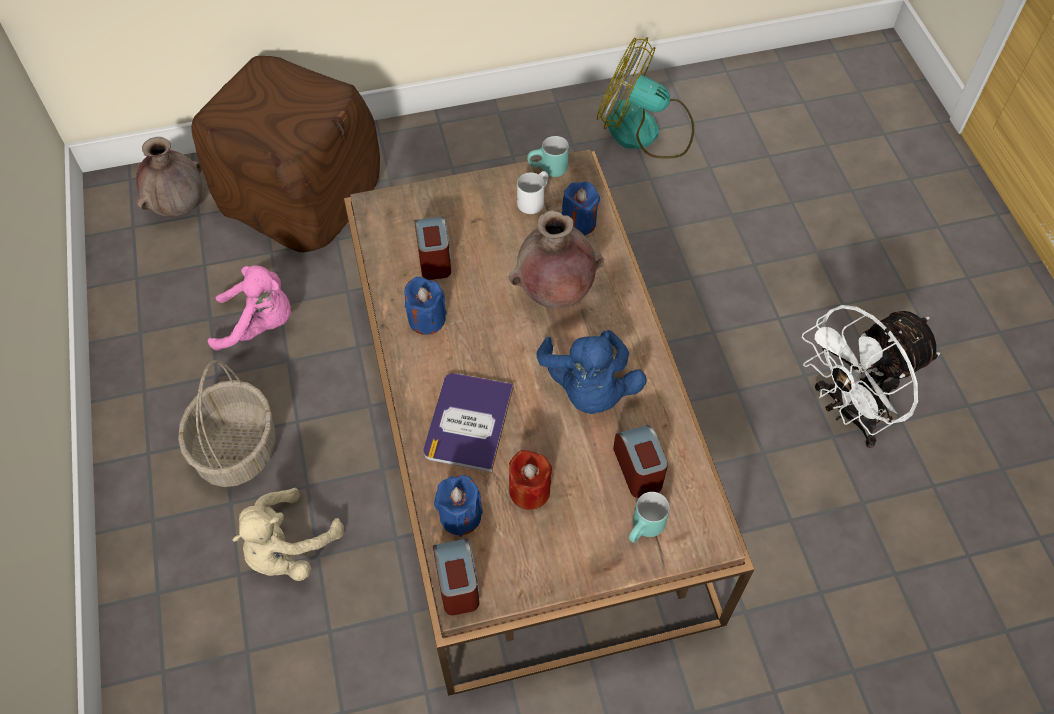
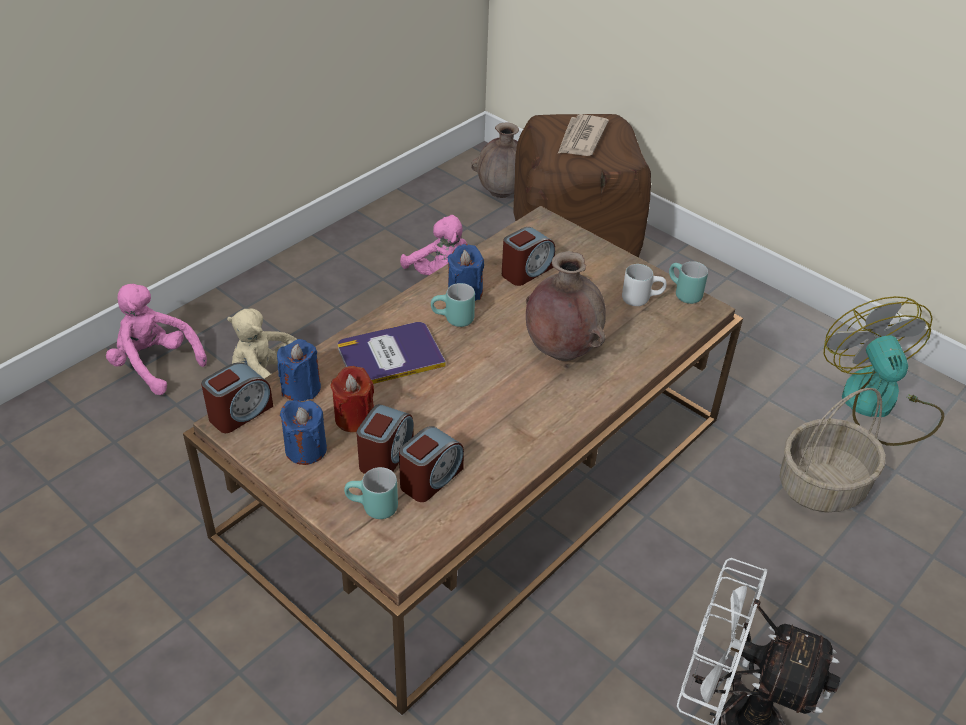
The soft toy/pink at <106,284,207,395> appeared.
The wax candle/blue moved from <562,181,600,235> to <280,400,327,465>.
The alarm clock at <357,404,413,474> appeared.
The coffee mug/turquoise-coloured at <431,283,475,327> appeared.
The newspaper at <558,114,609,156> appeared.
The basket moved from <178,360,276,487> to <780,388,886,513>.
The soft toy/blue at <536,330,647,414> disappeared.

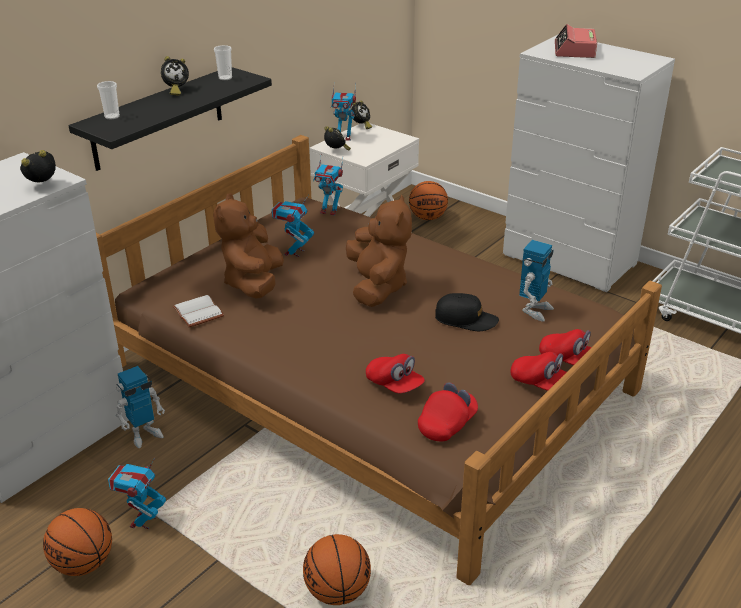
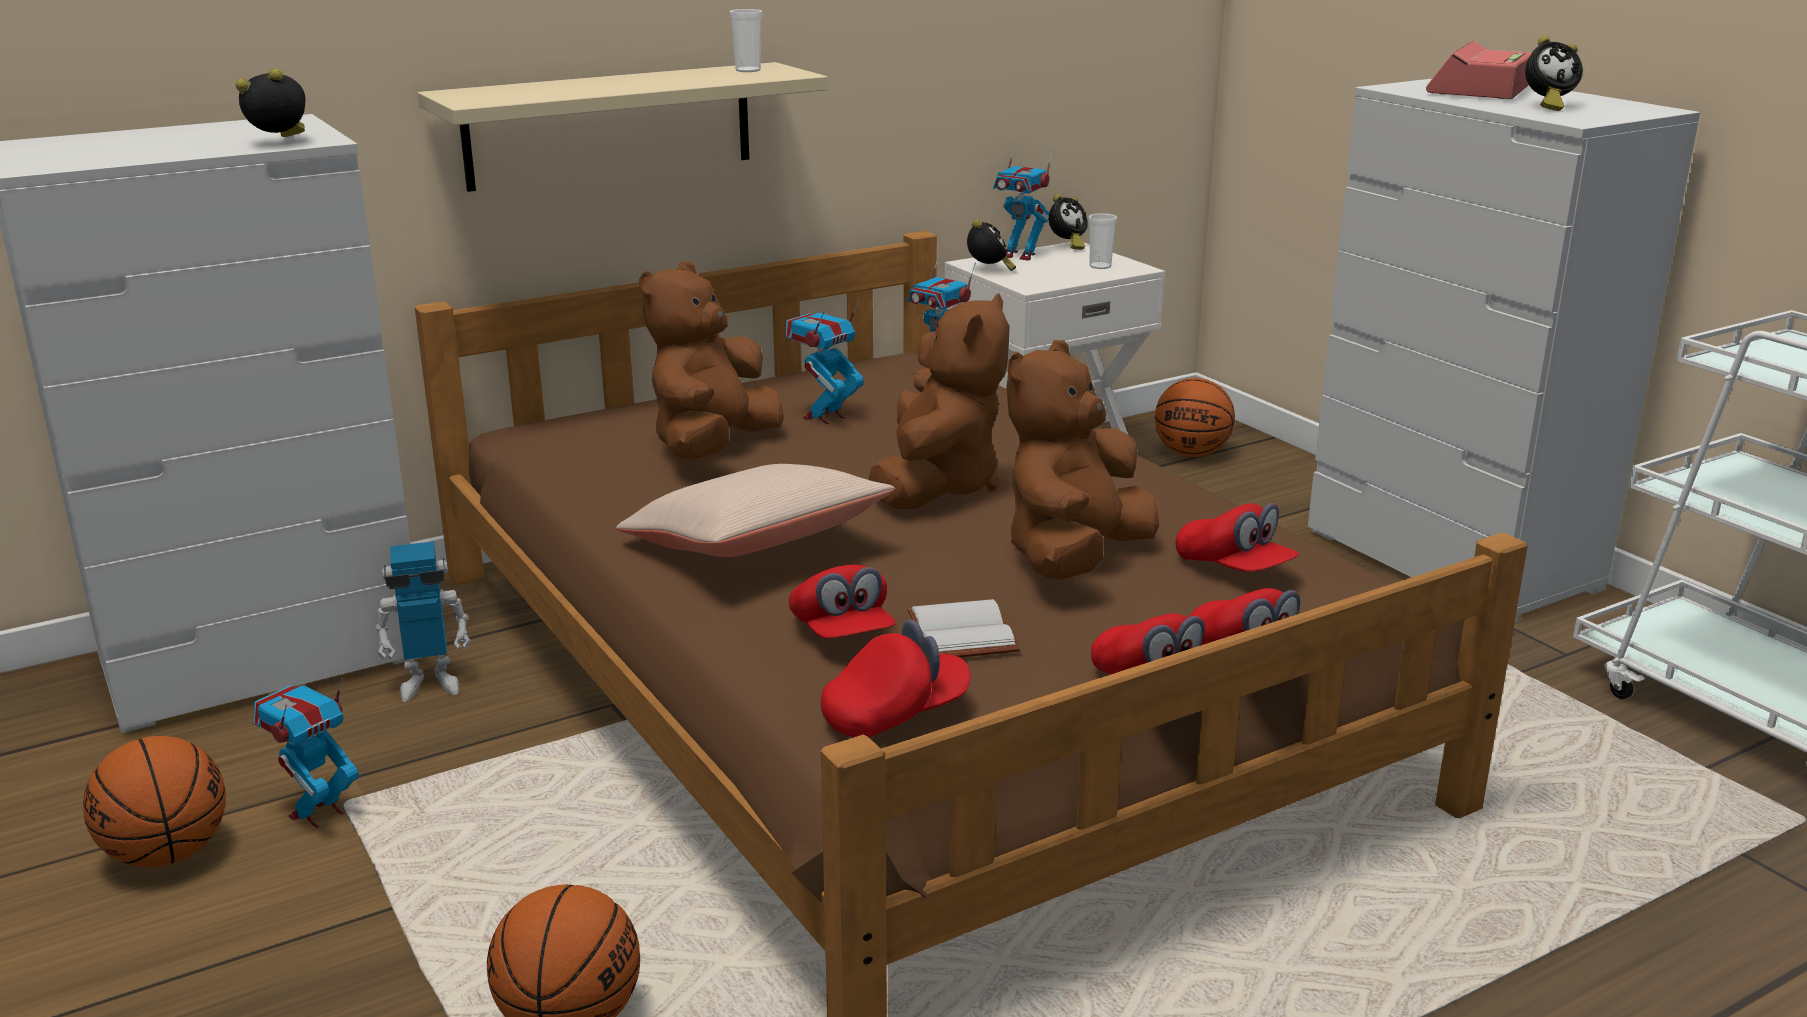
The bracket shelf/black at <69,67,272,171> became the bracket shelf/beige-coloured at <417,62,828,192>.
The cushion/beige-coloured at <616,464,895,557> appeared.
The book/white-coloured moved from <173,295,224,327> to <908,599,1020,657>.
The baseball cap/black at <435,293,499,331> was replaced by the soft toy/brown at <1006,340,1159,580>.
The drinking cup moved from <97,81,120,119> to <1088,213,1117,269>.
The toy robot at <519,240,554,322> was replaced by the baseball cap/red-coloured at <1175,503,1299,572>.
The alarm clock moved from <161,56,189,96> to <1525,36,1583,111>.

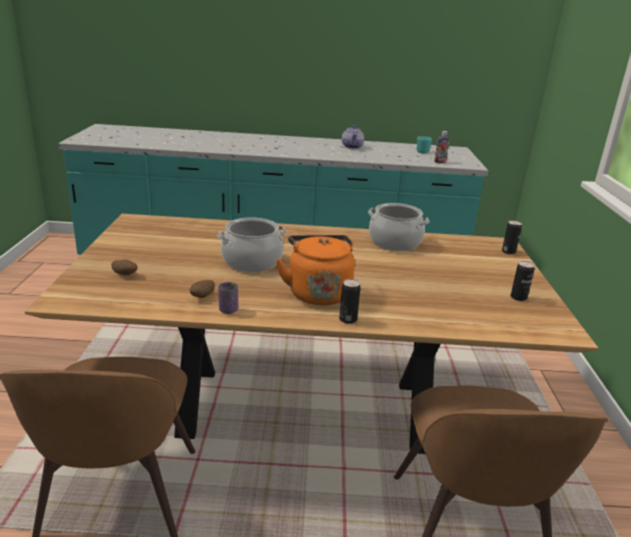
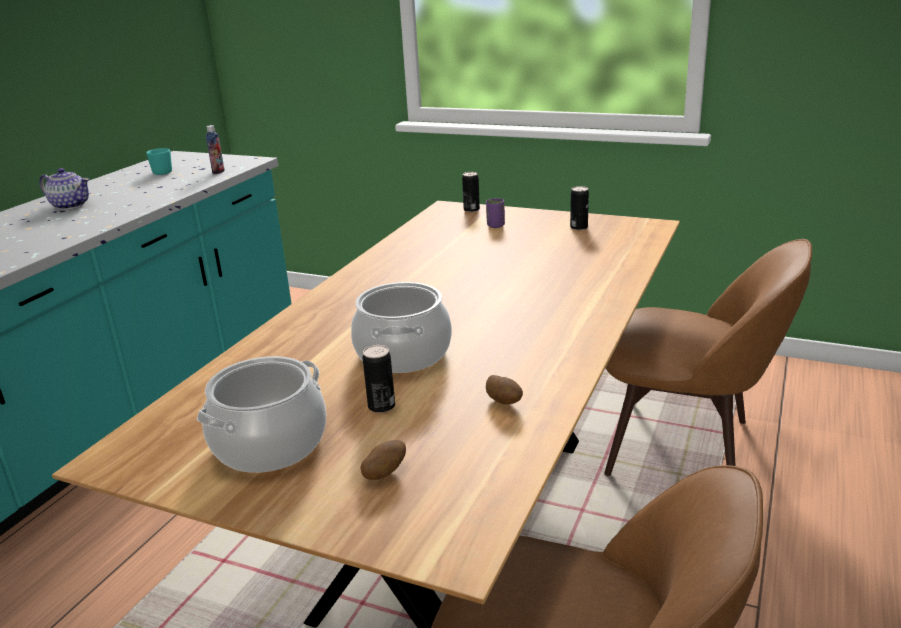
The stockpot moved from <368,203,430,251> to <197,356,326,473>.
The metal can moved from <339,279,361,324> to <362,345,395,413>.
The drinking cup/purple-coloured moved from <218,282,238,314> to <486,198,505,228>.
The water kettle/orange at <276,235,355,305> disappeared.

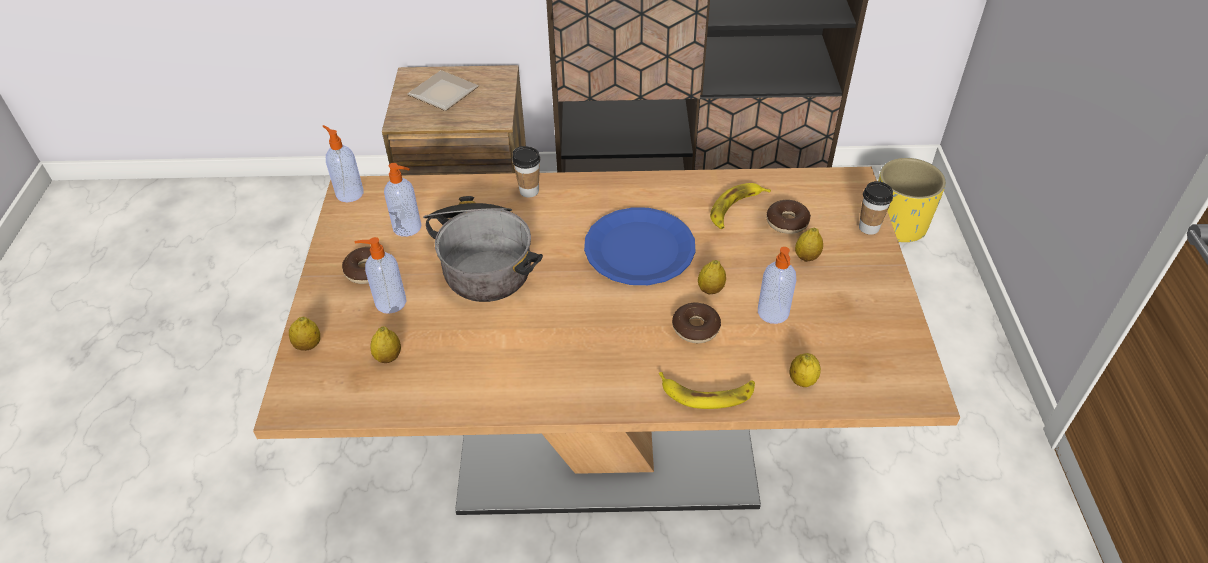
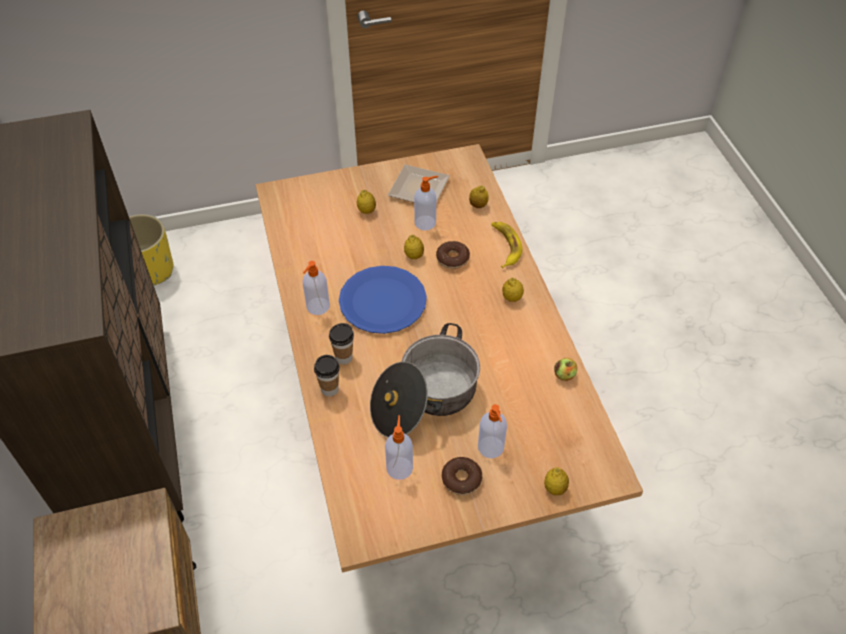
The liquid soap bottle moved from <323,125,364,202> to <303,261,330,315>.
The drinking cup moved from <859,181,893,235> to <329,323,354,364>.
The flat dish moved from <407,70,479,111> to <388,164,450,203>.
The whole lemon moved from <370,326,401,363> to <502,277,524,302>.
The apple at <554,358,577,381> appeared.
The banana fruit at <710,183,771,229> disappeared.
The doughnut at <766,200,811,234> disappeared.

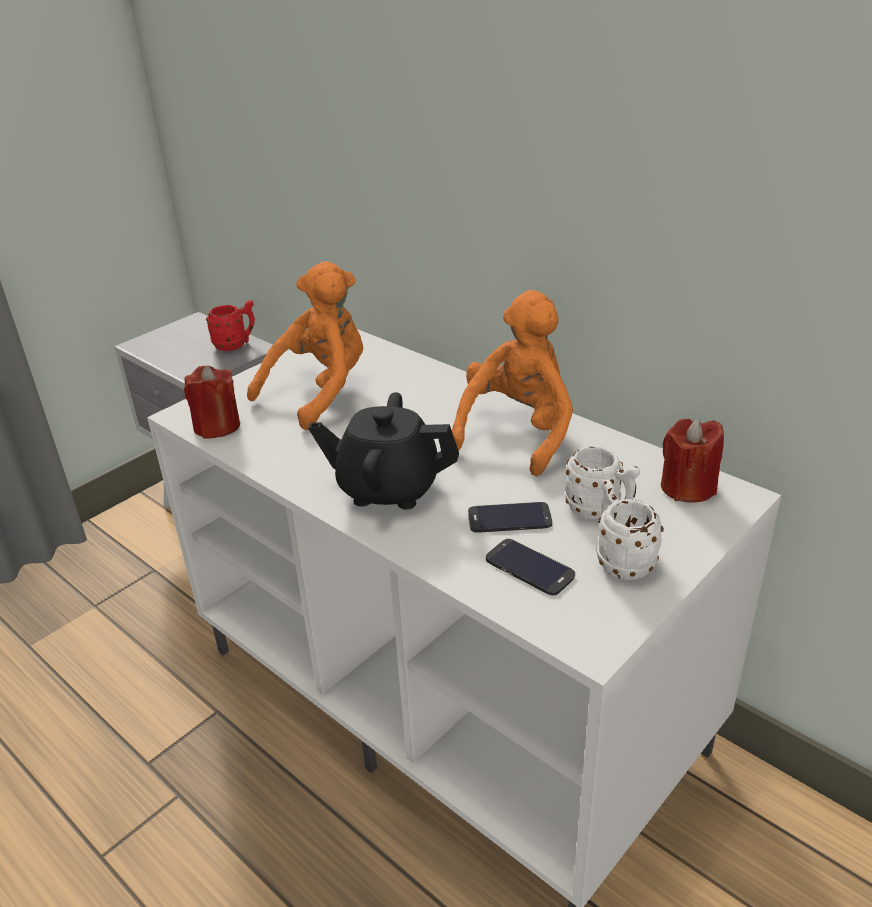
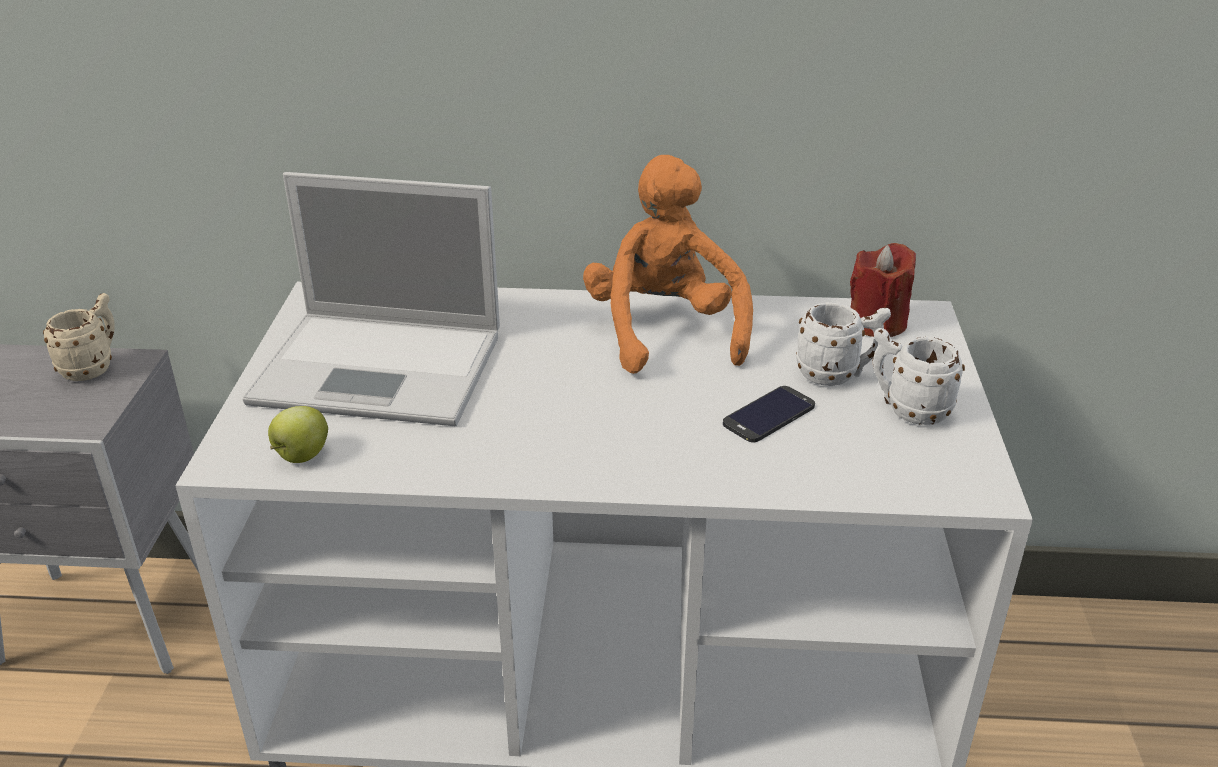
The coffee mug/red-coloured at <206,300,255,351> became the coffee mug/beige-coloured at <43,293,115,381>.
The soft toy/orange at <247,261,363,430> was replaced by the notebook computer at <242,172,500,426>.
The wax candle/red-coloured at <184,366,240,439> was replaced by the apple at <268,406,328,463>.
The tea pot/black at <308,392,459,509> disappeared.
The phone at <486,539,575,595> disappeared.

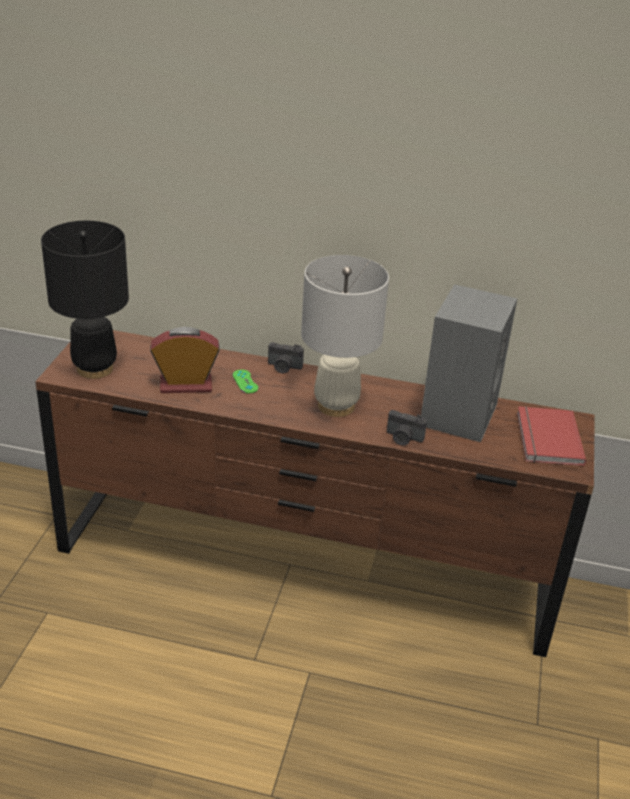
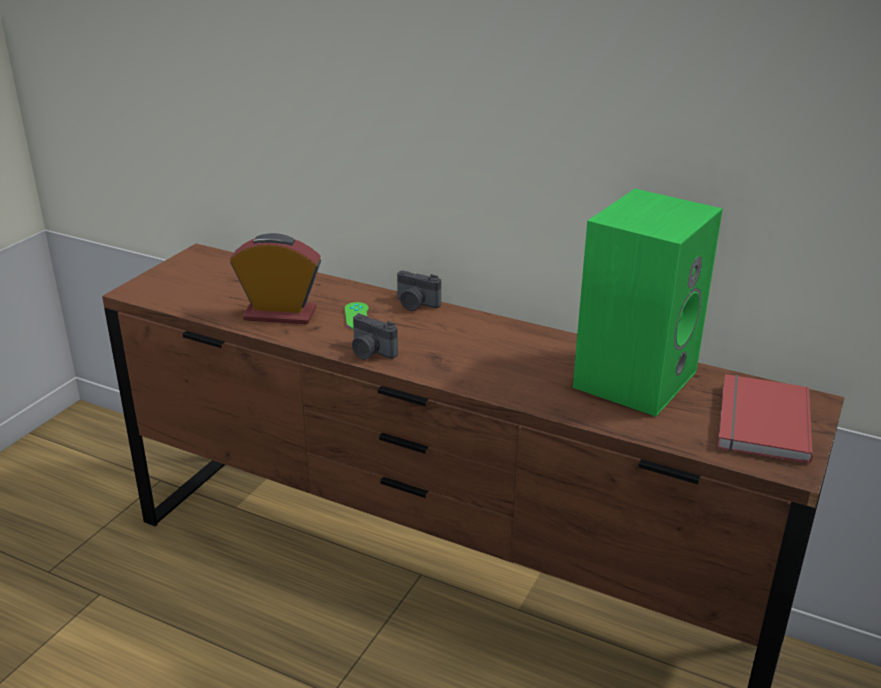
The still camera moved from <387,410,427,446> to <352,314,398,360>.
The loudspeaker/greyish at <421,284,517,442> became the loudspeaker/green-coloured at <573,189,723,417>.
The tabletop lamp/black at <41,221,129,379> disappeared.
The tabletop lamp/white-coloured at <301,255,389,417> disappeared.

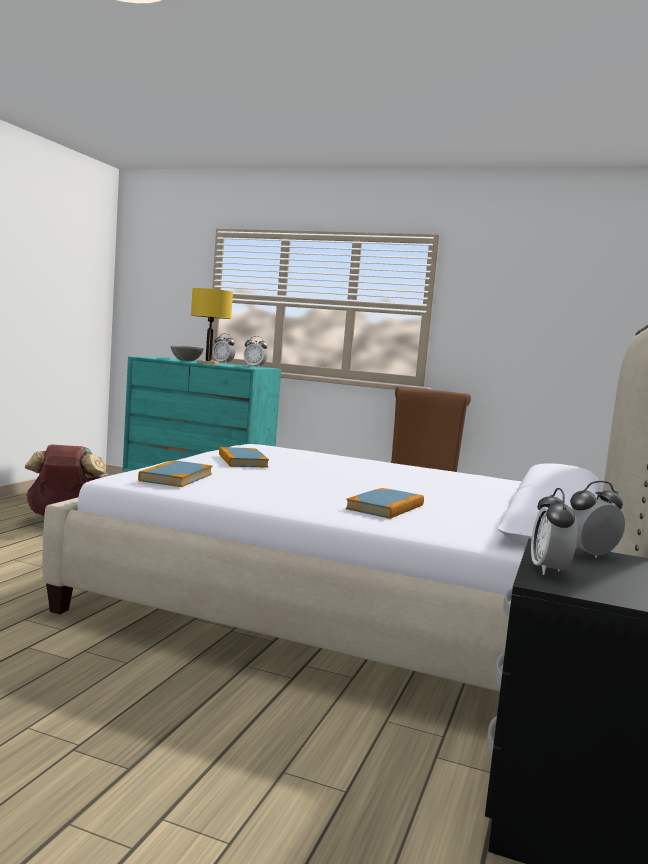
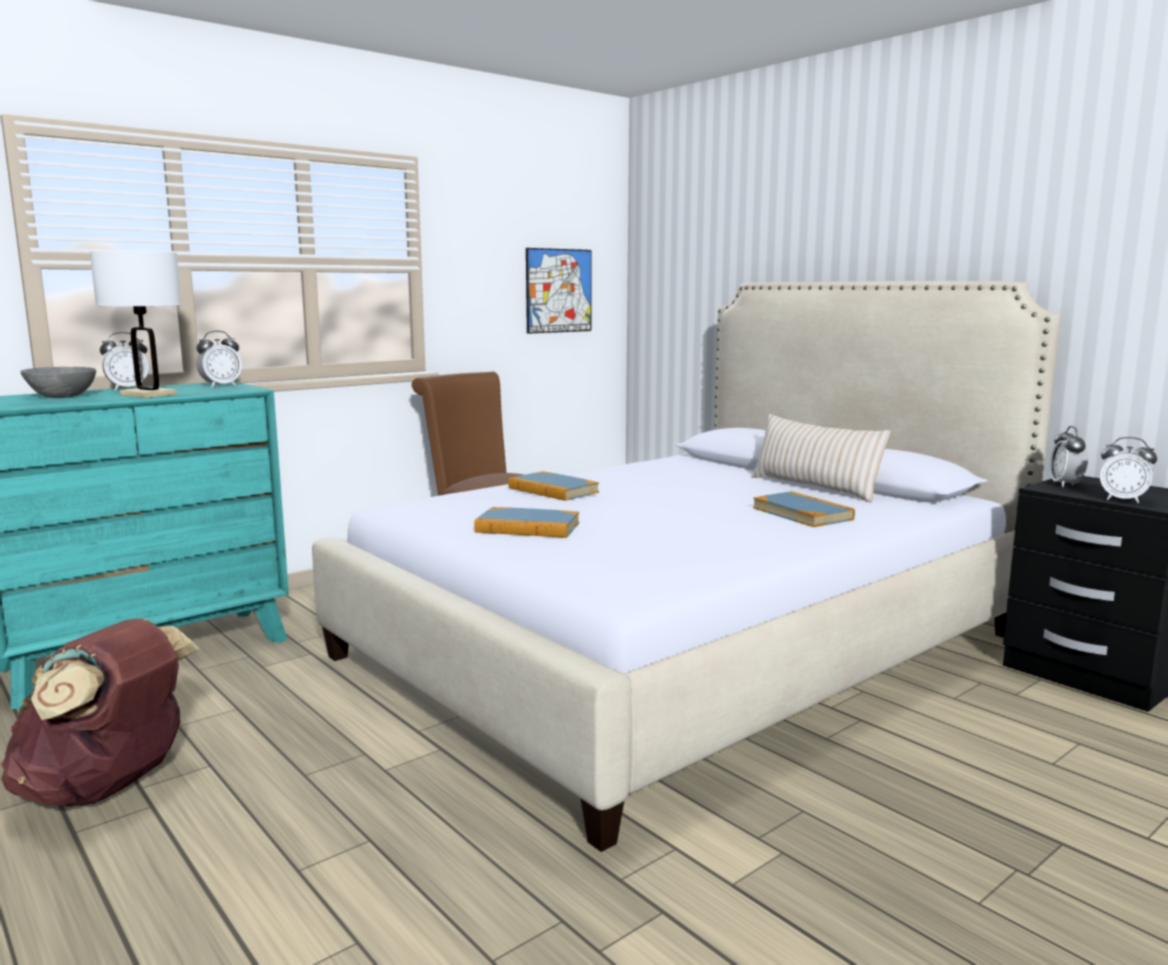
The tabletop lamp/yellow-coloured at <191,288,233,365> became the tabletop lamp/white-coloured at <90,251,182,398>.
The book moved from <138,460,212,487> to <508,471,599,501>.
The wall art at <526,248,592,334> appeared.
The cushion/beige-coloured at <751,414,891,503> appeared.

